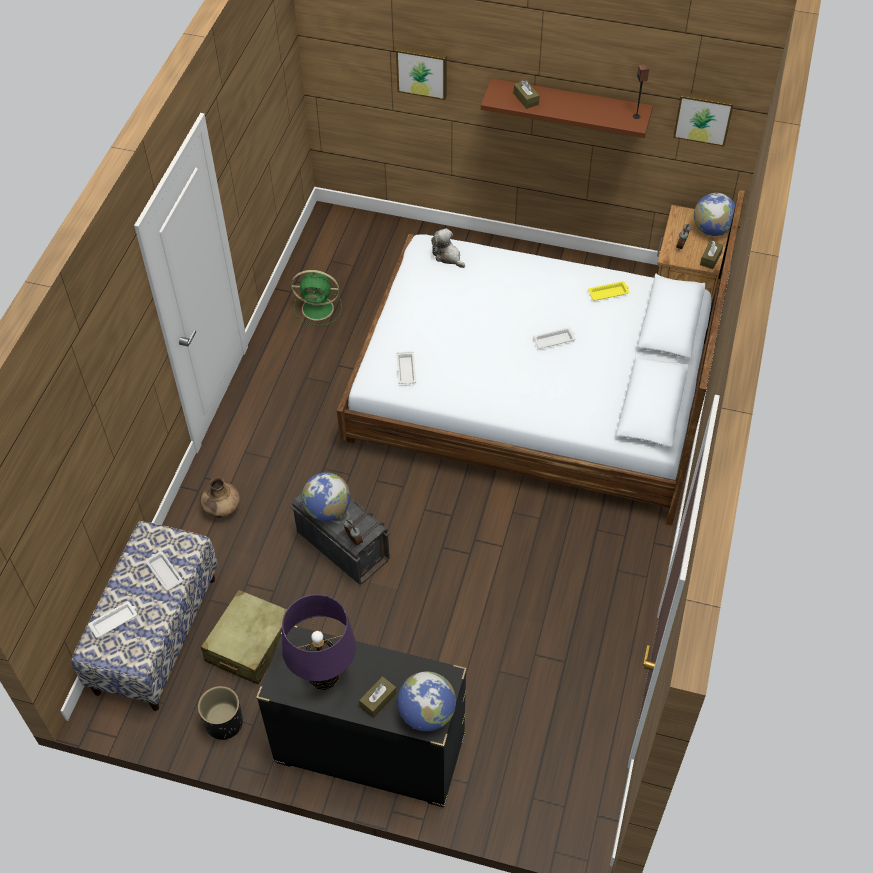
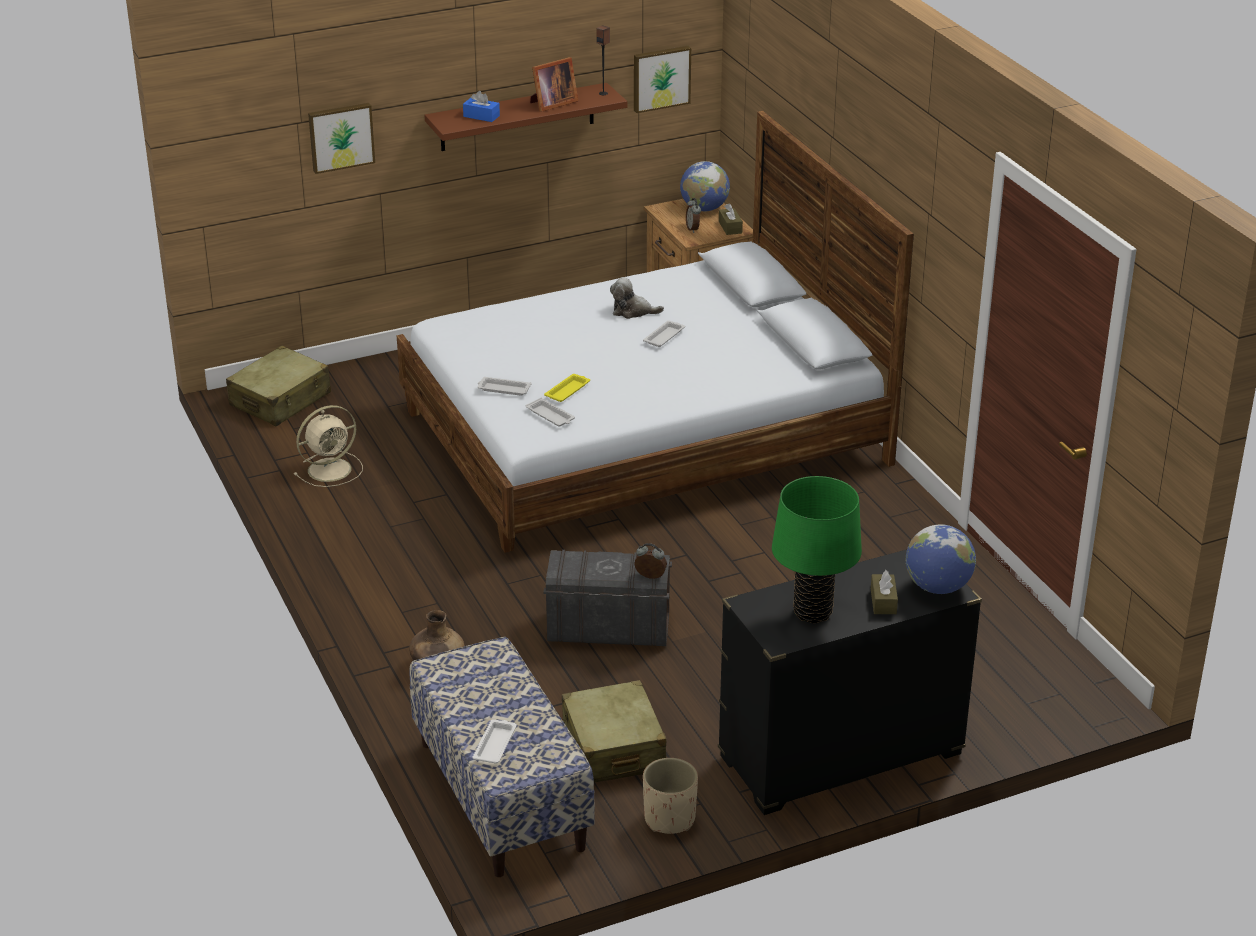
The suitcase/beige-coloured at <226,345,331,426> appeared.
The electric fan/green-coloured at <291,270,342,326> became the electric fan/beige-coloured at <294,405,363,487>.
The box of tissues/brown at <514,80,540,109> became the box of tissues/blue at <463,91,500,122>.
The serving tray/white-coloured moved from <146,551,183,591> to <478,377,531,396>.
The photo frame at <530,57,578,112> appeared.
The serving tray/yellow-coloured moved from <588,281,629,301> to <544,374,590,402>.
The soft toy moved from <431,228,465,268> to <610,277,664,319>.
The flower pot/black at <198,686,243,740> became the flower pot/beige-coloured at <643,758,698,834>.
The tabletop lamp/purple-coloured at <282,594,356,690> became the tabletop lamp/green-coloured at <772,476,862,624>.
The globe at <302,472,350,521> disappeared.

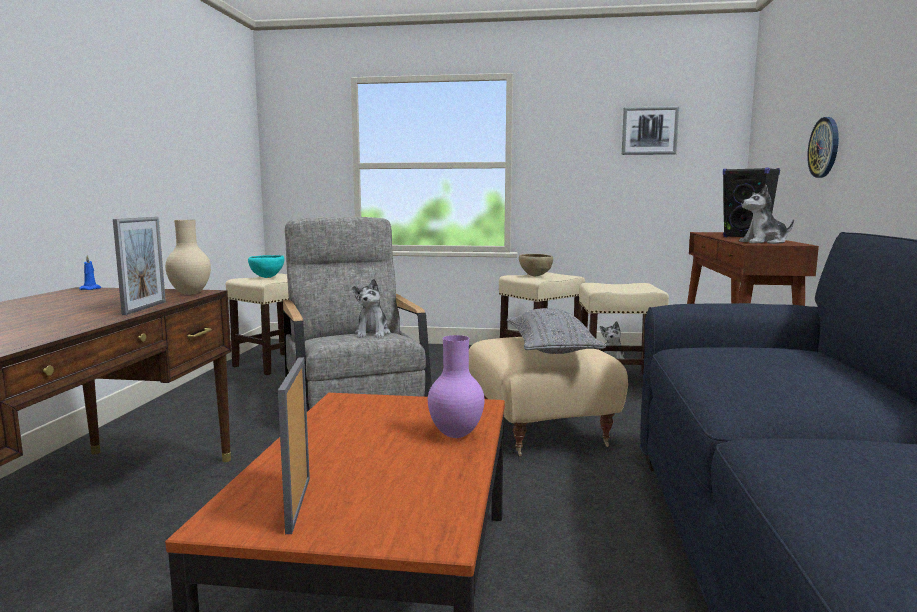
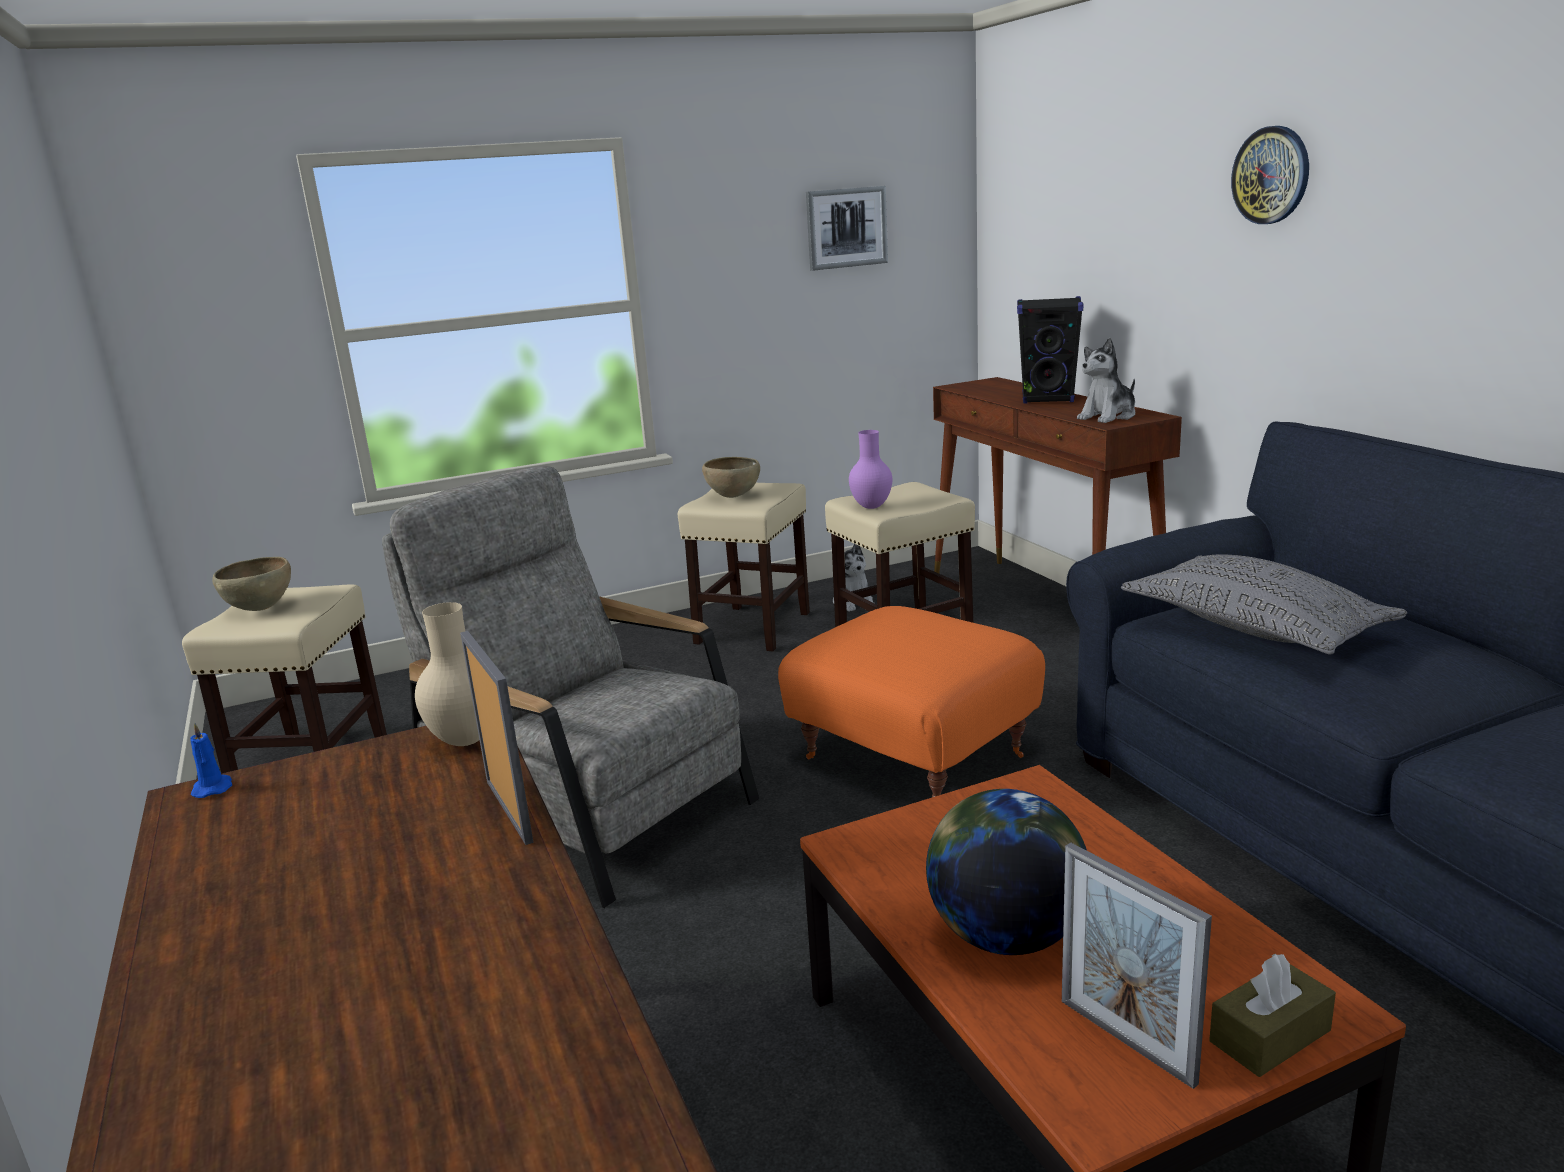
The bowl/turquoise-coloured at <248,255,284,278> became the bowl/brown at <212,557,291,611>.
The ottoman/beige-coloured at <469,337,628,456> became the ottoman/orange at <778,606,1045,797>.
The vase/purple-coloured moved from <428,335,485,438> to <849,430,892,509>.
The globe at <926,789,1087,955> appeared.
The cushion/greyish moved from <507,308,606,354> to <1121,554,1407,655>.
The box of tissues/brown at <1209,954,1336,1077> appeared.
The wall clock moved from <807,117,839,178> to <1231,126,1309,224>.
The soft toy at <352,279,391,338> disappeared.

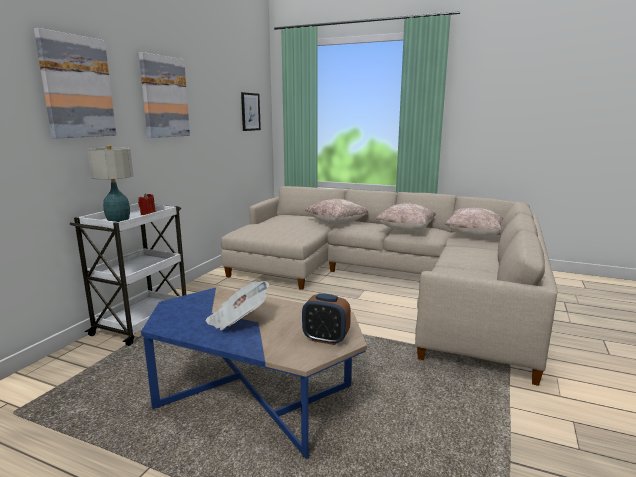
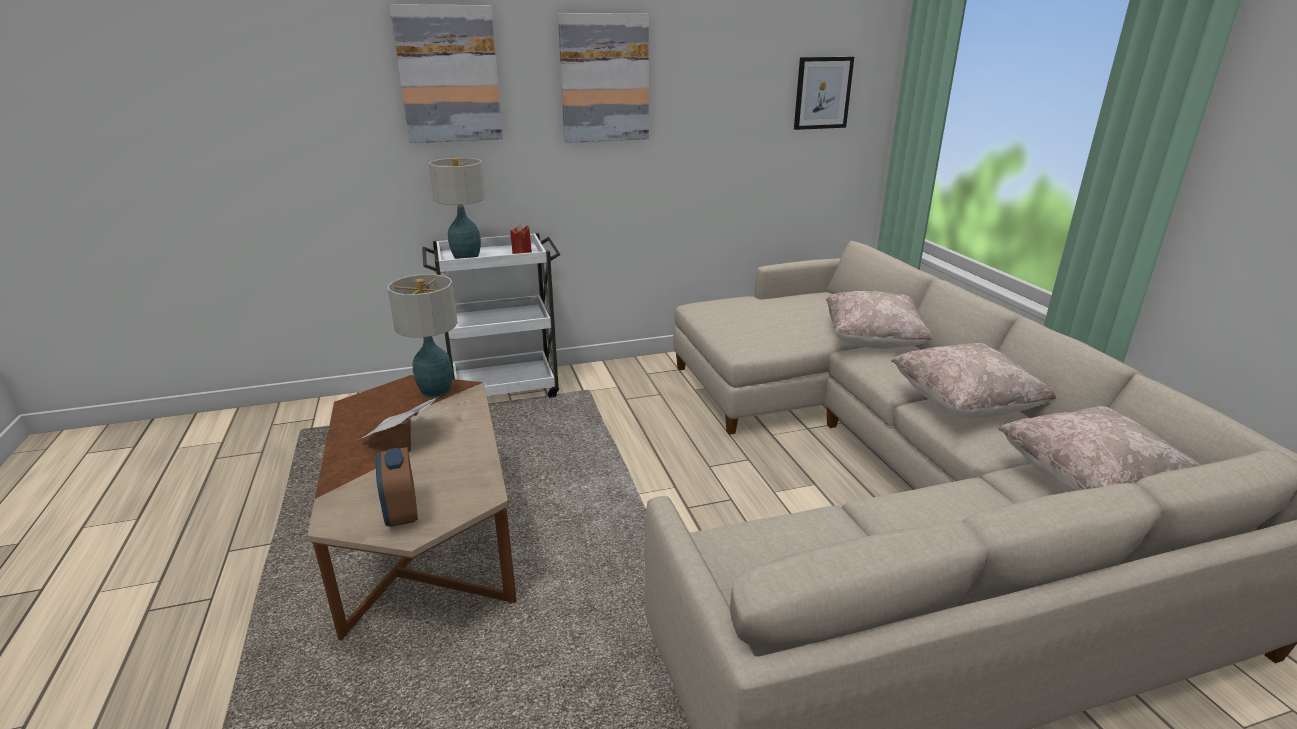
The low table/blue at <141,287,367,459> became the low table/brown at <307,375,517,640>.
The tabletop lamp at <387,274,458,398> appeared.

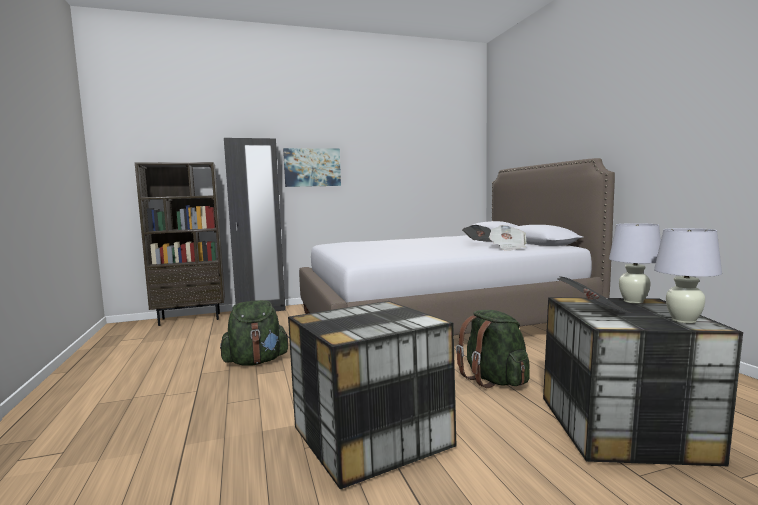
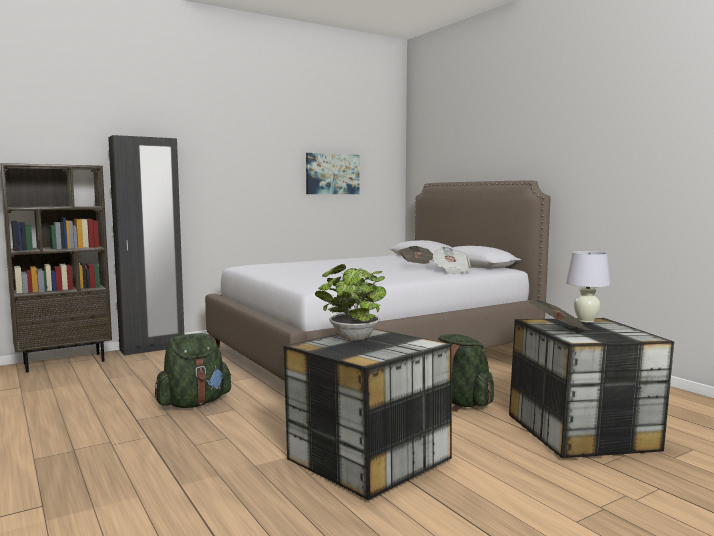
The wall art moved from <283,148,341,187> to <306,153,360,194>.
The plant in a pot at <315,264,386,341> appeared.
The tabletop lamp/white-coloured at <654,228,722,323> disappeared.

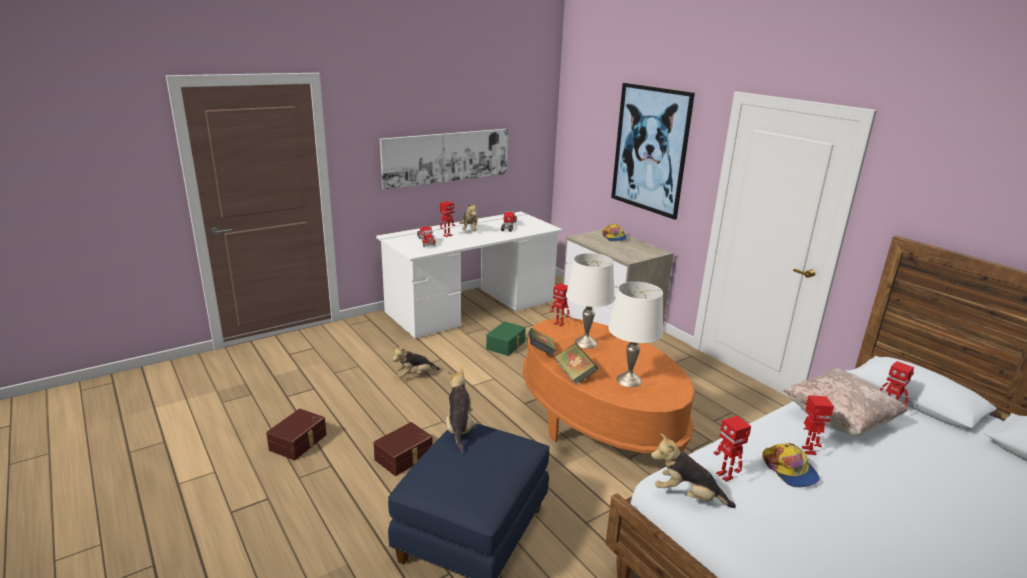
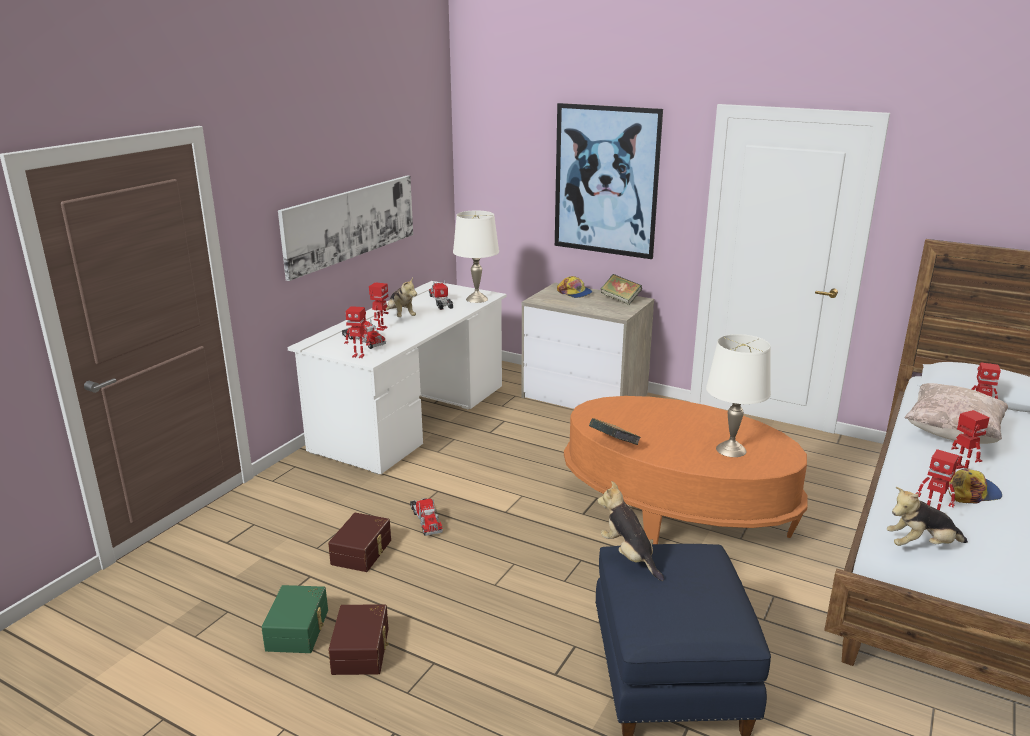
The storage bin/green-coloured moved from <486,321,526,356> to <261,585,328,653>.
The storage bin/brown moved from <373,422,433,476> to <328,513,391,572>.
The toy robot moved from <550,283,569,327> to <344,306,370,358>.
The soft toy at <392,346,440,378> was replaced by the model truck at <410,498,443,536>.
The tabletop lamp/white-coloured moved from <566,253,615,348> to <453,211,499,303>.
The book moved from <555,343,598,385> to <601,274,642,305>.
The baseball cap at <762,443,820,487> turned 60 degrees counterclockwise.

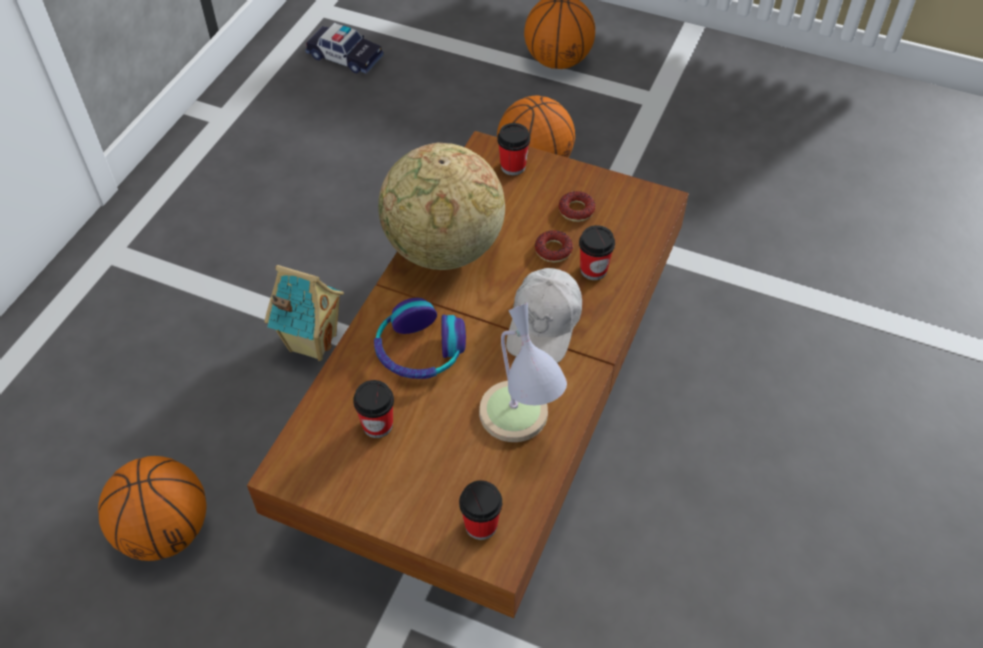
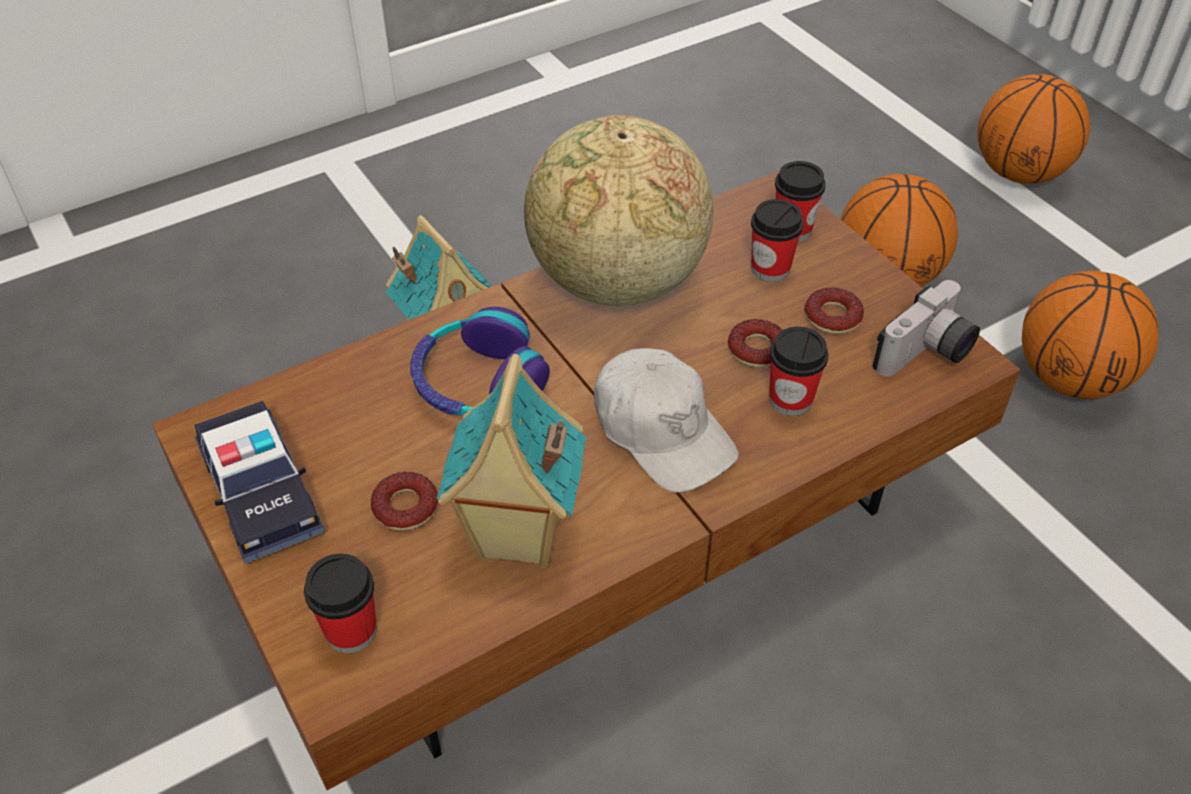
The model car moved from <305,23,384,74> to <194,401,325,564>.
The doughnut at <371,472,438,531> appeared.
The tabletop lamp at <479,303,567,442> was replaced by the toy house at <436,354,586,568>.
The baseball cap/white-coloured at <506,268,582,363> turned 90 degrees counterclockwise.
The drinking cup moved from <353,380,394,438> to <751,199,803,282>.
The still camera at <873,280,980,377> appeared.
The ball for basketball moved from <98,456,206,561> to <1022,271,1158,399>.

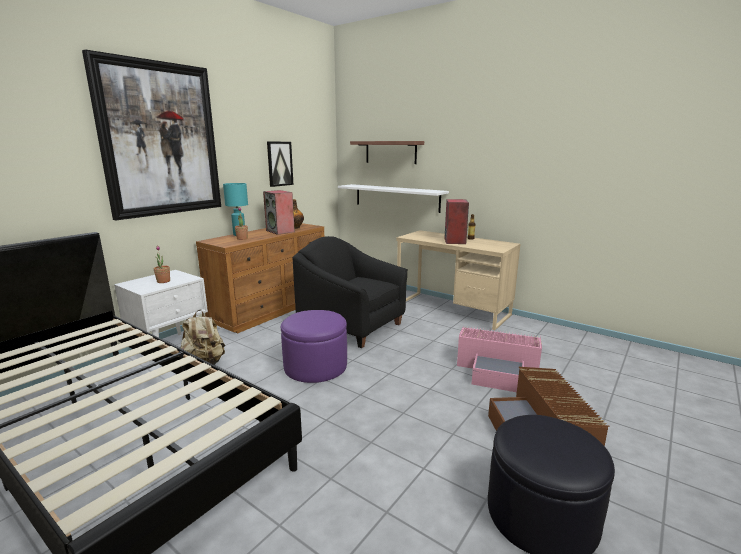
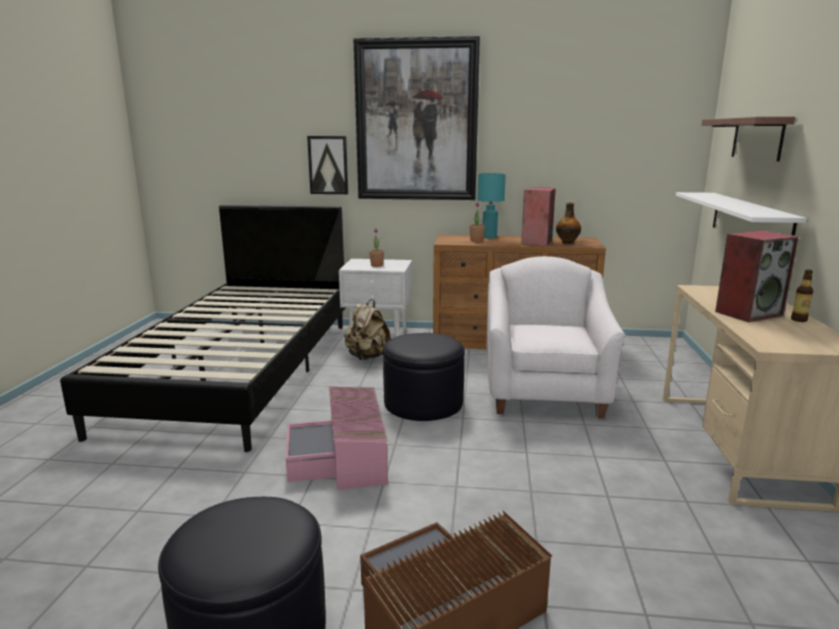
The storage bin/pink moved from <457,325,542,392> to <285,387,388,490>.
The wall art moved from <267,142,293,187> to <307,136,348,194>.
The ottoman/purple-coloured at <281,310,347,383> became the ottoman/black at <383,333,465,421>.
The lounge chair/black at <293,236,408,348> became the lounge chair/white-coloured at <486,256,625,419>.

